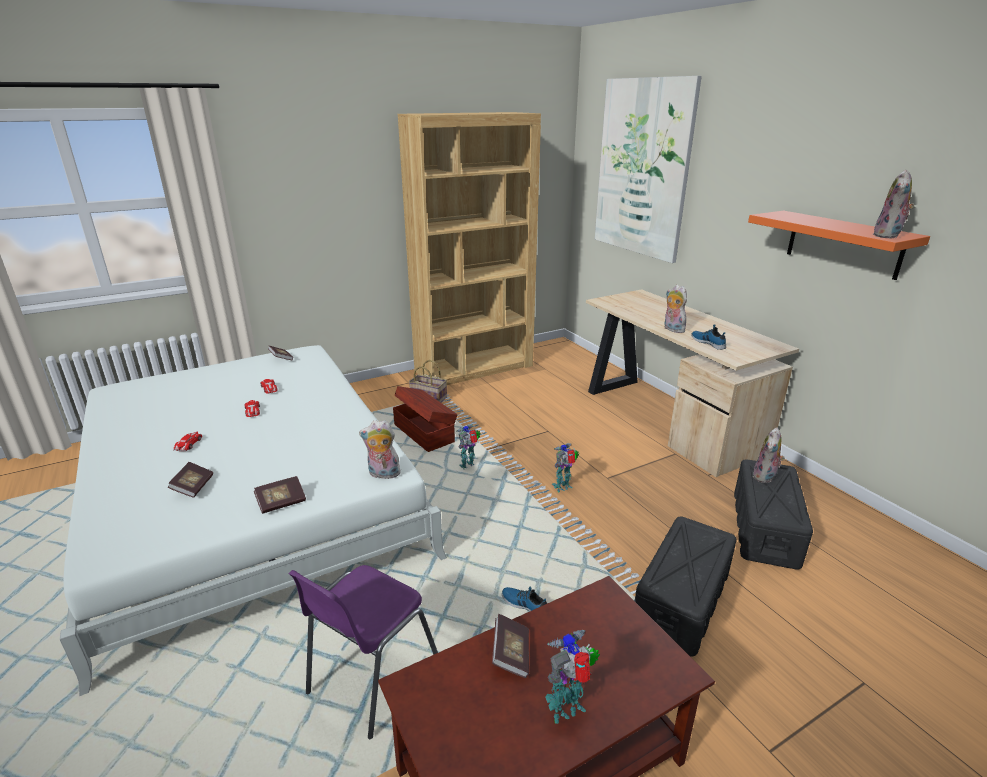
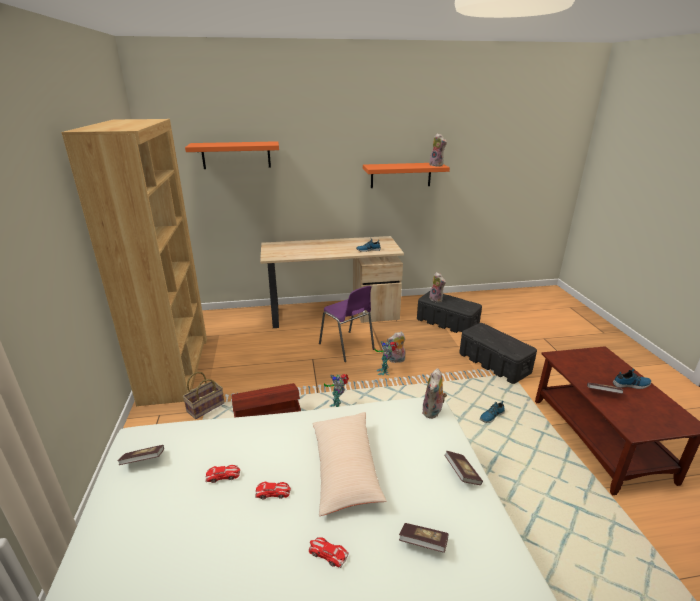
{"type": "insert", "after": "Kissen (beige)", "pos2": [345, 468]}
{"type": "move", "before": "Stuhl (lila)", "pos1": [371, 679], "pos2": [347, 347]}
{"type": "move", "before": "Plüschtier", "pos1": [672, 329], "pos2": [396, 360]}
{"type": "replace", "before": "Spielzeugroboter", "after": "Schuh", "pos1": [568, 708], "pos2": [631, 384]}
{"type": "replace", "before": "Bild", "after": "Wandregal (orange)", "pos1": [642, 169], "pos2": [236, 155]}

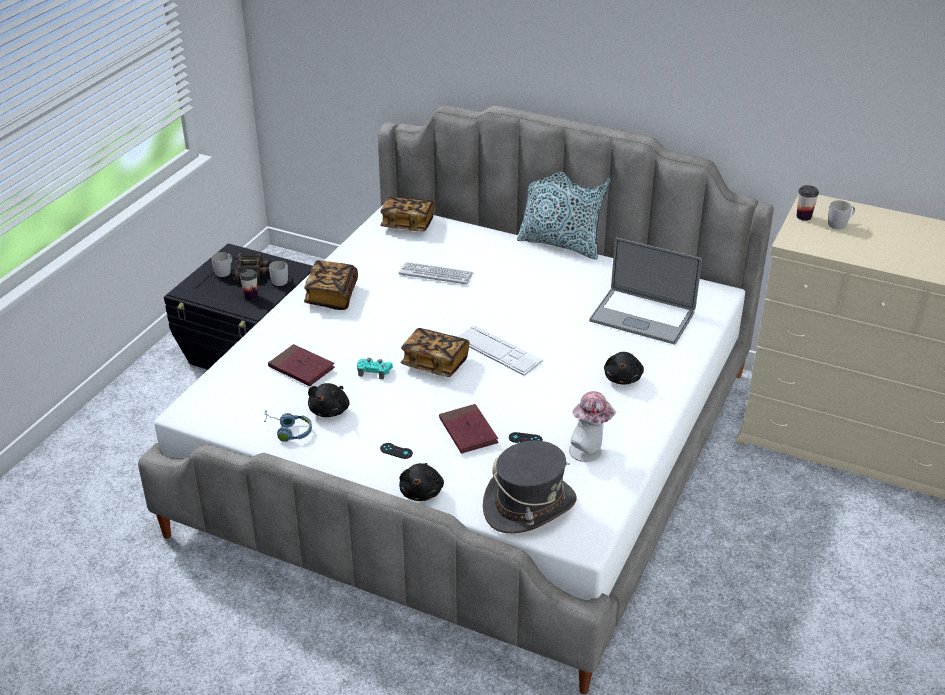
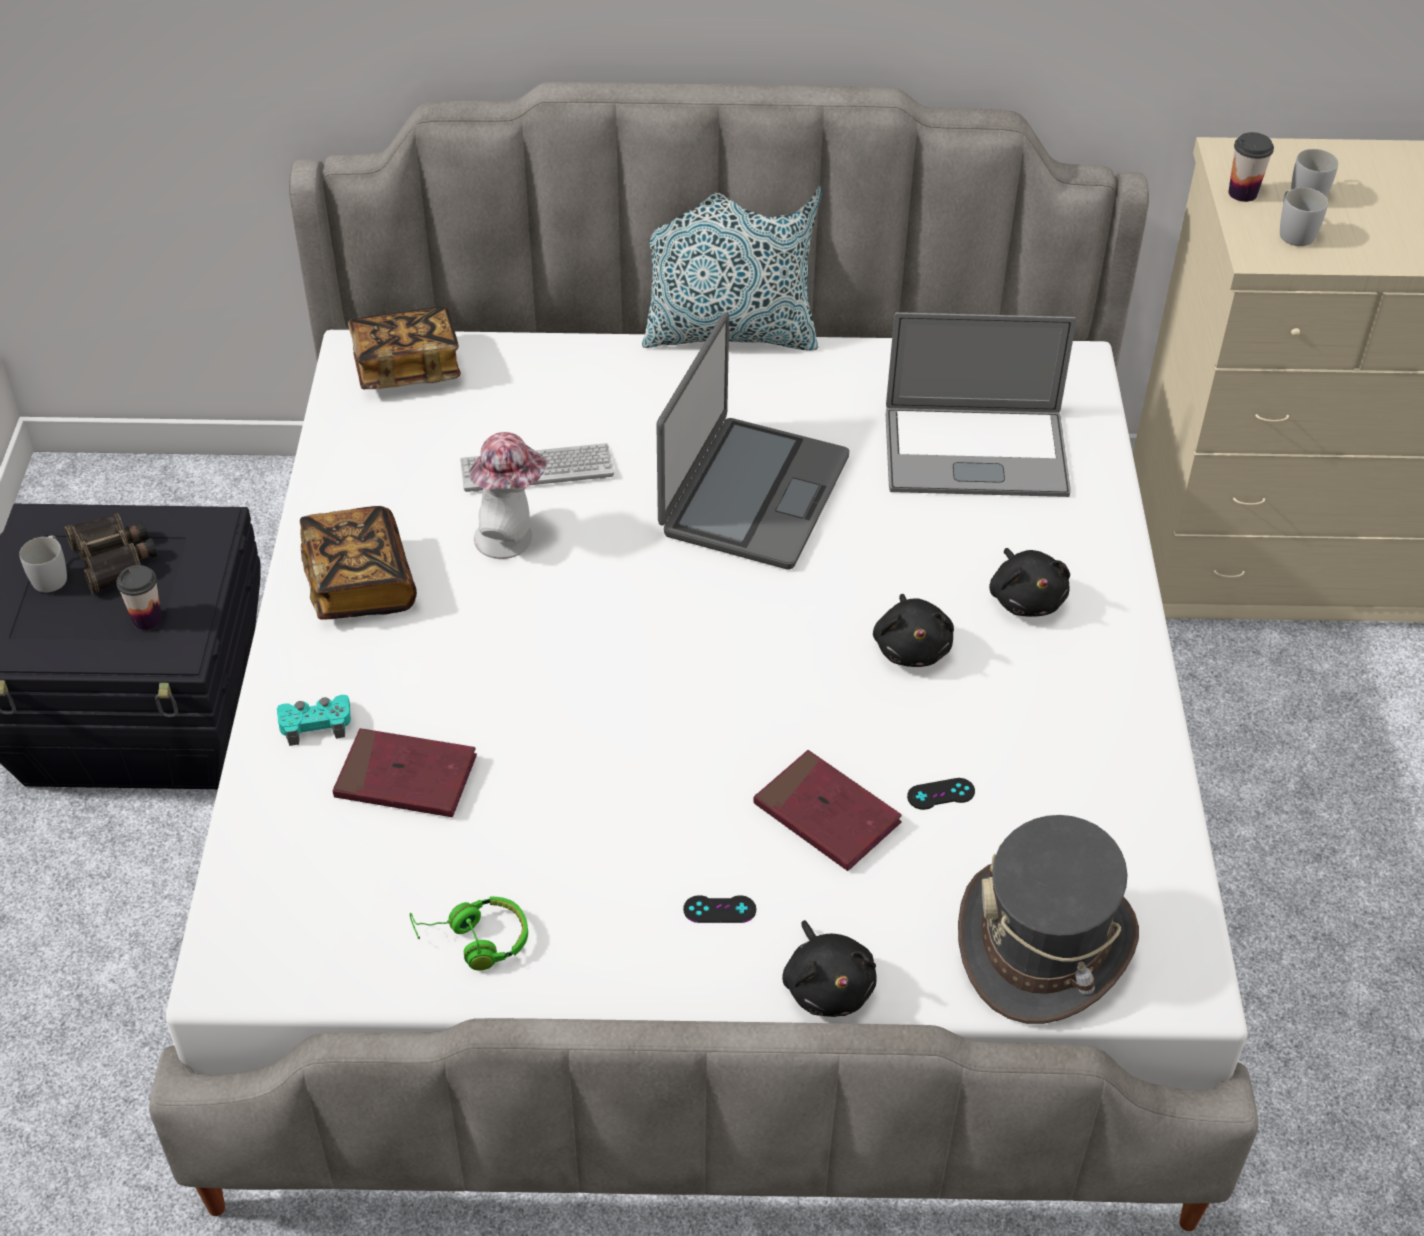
{"type": "delete", "before": "Buch", "pos1": [435, 363]}
{"type": "delete", "before": "Tastatur", "pos1": [498, 351]}
{"type": "insert", "after": "Laptop", "pos2": [752, 494]}
{"type": "move", "before": "Henkelbecher (weiß)", "pos1": [281, 280], "pos2": [1293, 231]}
{"type": "move", "before": "Plüschtier (schwarz)", "pos1": [330, 410], "pos2": [912, 647]}
{"type": "move", "before": "Gamepad (türkis)", "pos1": [374, 371], "pos2": [316, 724]}
{"type": "move", "before": "Hut", "pos1": [589, 452], "pos2": [511, 538]}
{"type": "recolor", "before": "Kopfhörer (blau)", "after": "Kopfhörer (grün)", "pos1": [288, 431], "pos2": [474, 940]}

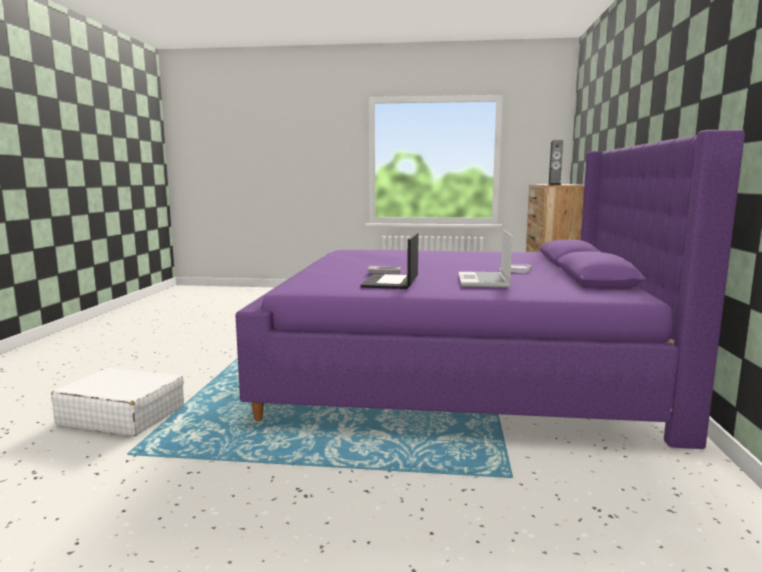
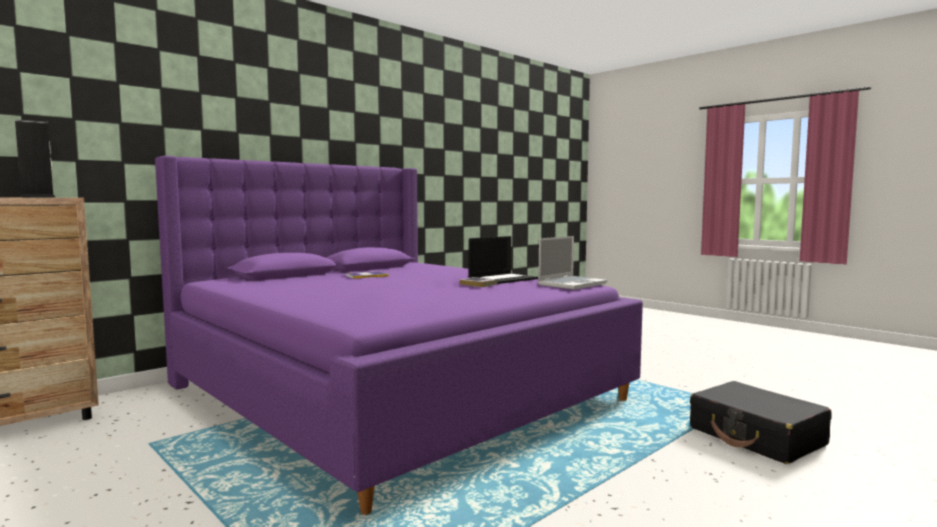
{"type": "move", "before": "Laptop", "pos1": [484, 281], "pos2": [572, 284]}
{"type": "recolor", "before": "Koffer (weiß)", "after": "Koffer (schwarz)", "pos1": [122, 415], "pos2": [757, 437]}

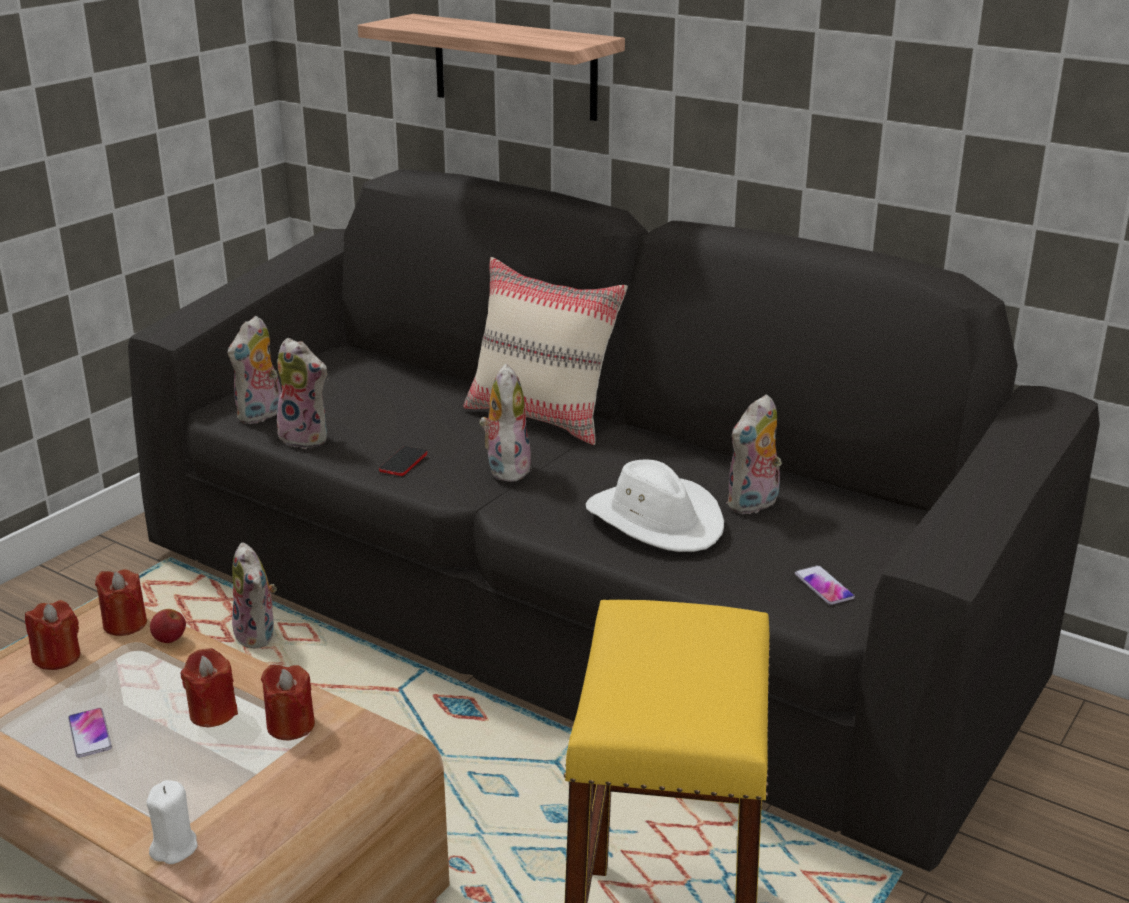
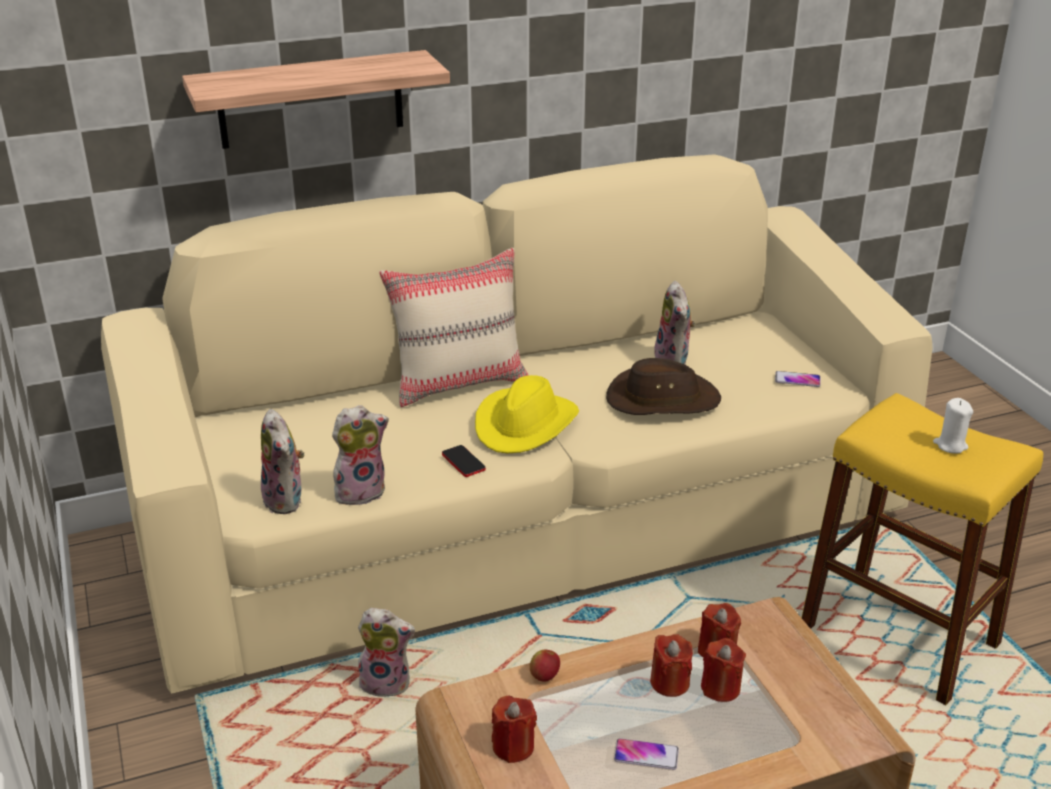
{"type": "move", "before": "Kerze (rot)", "pos1": [125, 624], "pos2": [720, 688]}
{"type": "move", "before": "Kerze (weiß)", "pos1": [174, 847], "pos2": [950, 445]}
{"type": "replace", "before": "Plüschtier", "after": "Hut (gelb)", "pos1": [505, 468], "pos2": [525, 424]}
{"type": "recolor", "before": "Sofa (schwarz)", "after": "Sofa (beige)", "pos1": [568, 615], "pos2": [526, 522]}
{"type": "recolor", "before": "Hut (weiß)", "after": "Hut (braun)", "pos1": [656, 520], "pos2": [662, 399]}

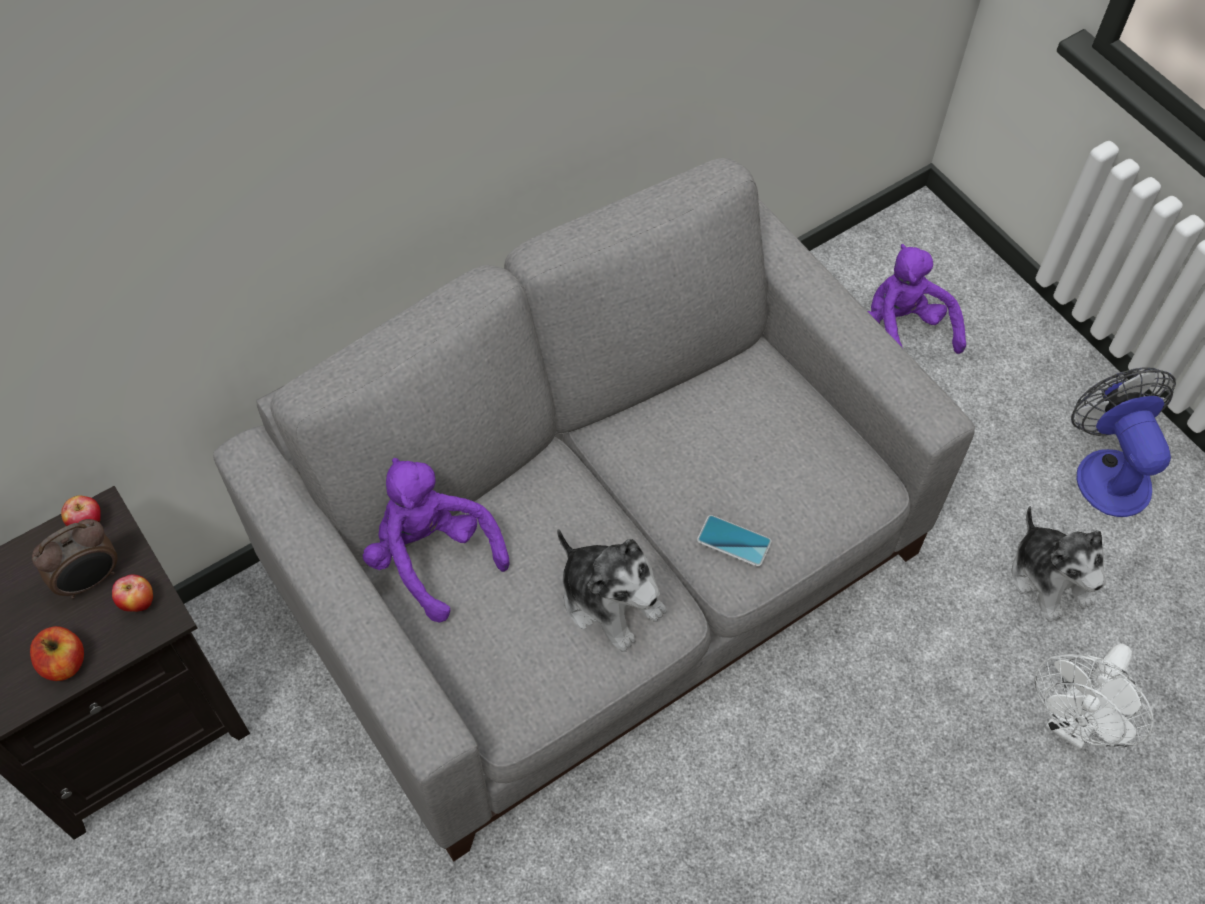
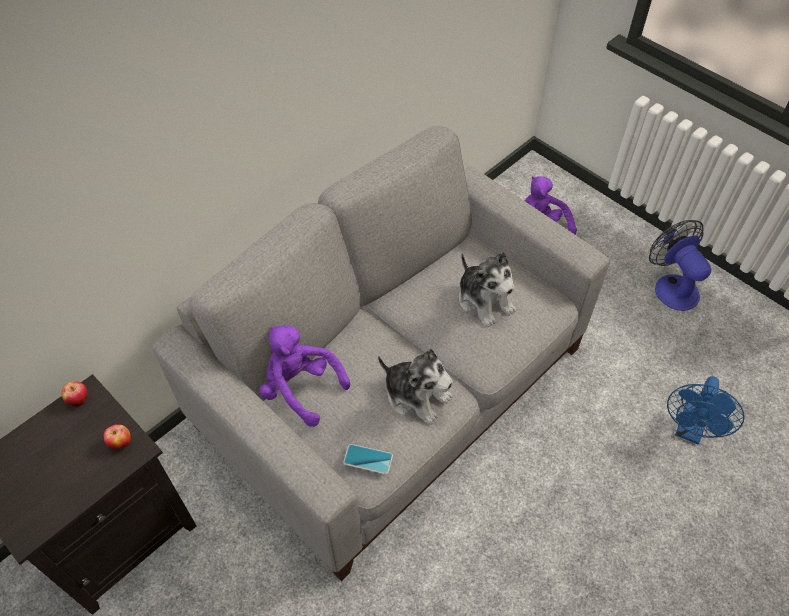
{"type": "delete", "before": "Apfel", "pos1": [64, 662]}
{"type": "delete", "before": "Wecker", "pos1": [91, 580]}
{"type": "move", "before": "Handy", "pos1": [734, 541], "pos2": [368, 459]}
{"type": "move", "before": "Plüschtier", "pos1": [1049, 578], "pos2": [484, 300]}
{"type": "recolor", "before": "Ventilator (weiß)", "after": "Ventilator (blau)", "pos1": [1072, 724], "pos2": [690, 430]}

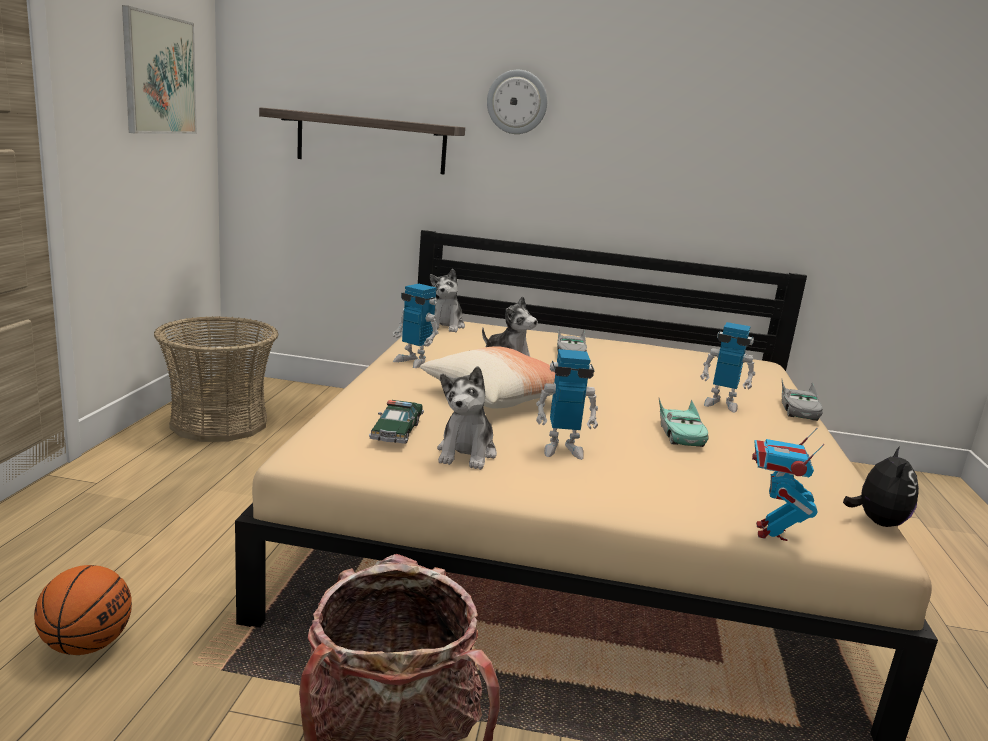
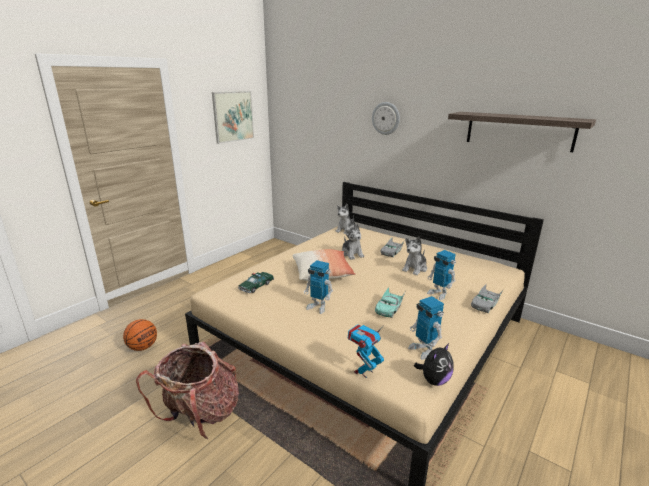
{"type": "delete", "before": "Korb", "pos1": [219, 423]}
{"type": "move", "before": "Wandregal", "pos1": [371, 142], "pos2": [519, 131]}
{"type": "move", "before": "Spielzeugroboter", "pos1": [413, 361], "pos2": [423, 350]}
{"type": "move", "before": "Plüschtier", "pos1": [466, 453], "pos2": [415, 268]}

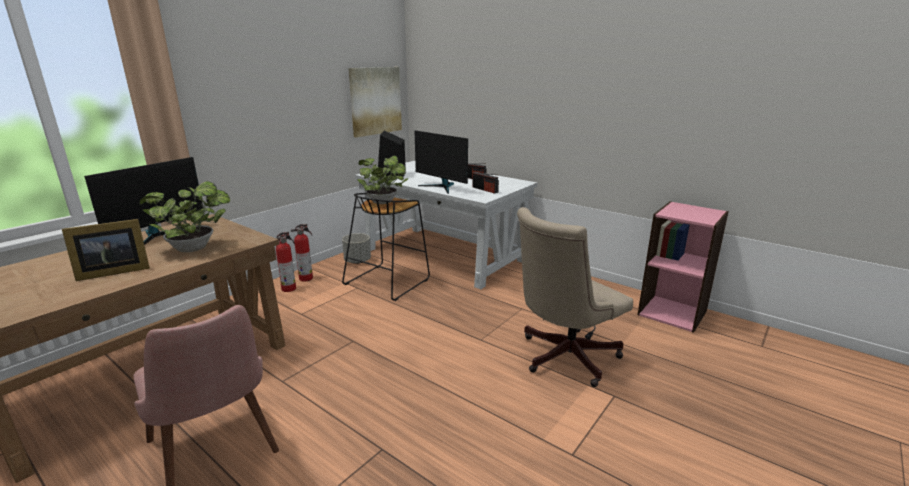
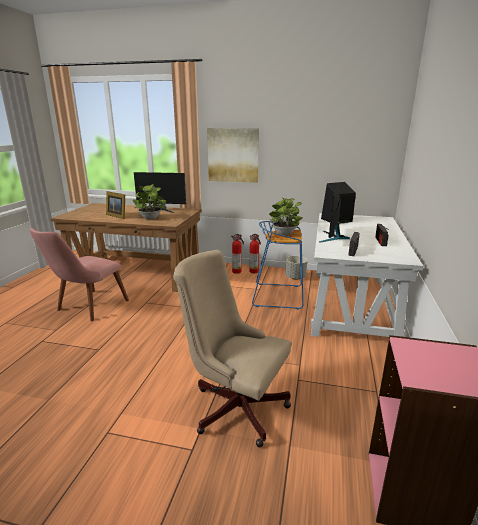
{"type": "move", "before": "Bild", "pos1": [375, 101], "pos2": [233, 155]}
{"type": "recolor", "before": "Hocker (schwarz)", "after": "Hocker (blau)", "pos1": [387, 281], "pos2": [279, 295]}

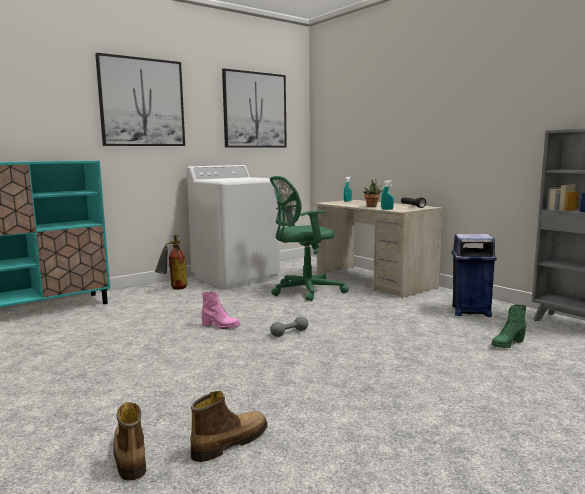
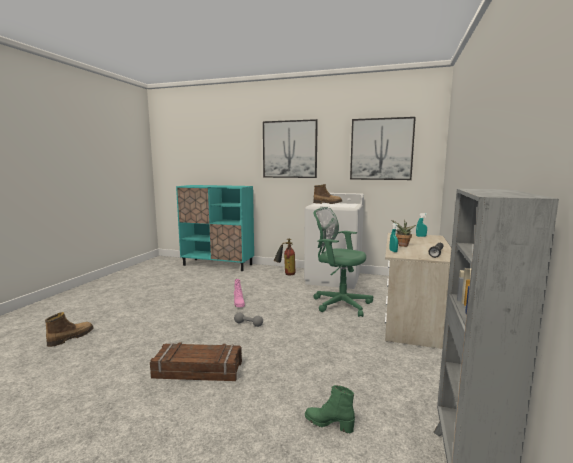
{"type": "delete", "before": "Mülleimer (blau)", "pos1": [470, 311]}
{"type": "insert", "after": "Kiste", "pos2": [198, 370]}
{"type": "move", "before": "Stiefel", "pos1": [229, 443], "pos2": [327, 203]}

